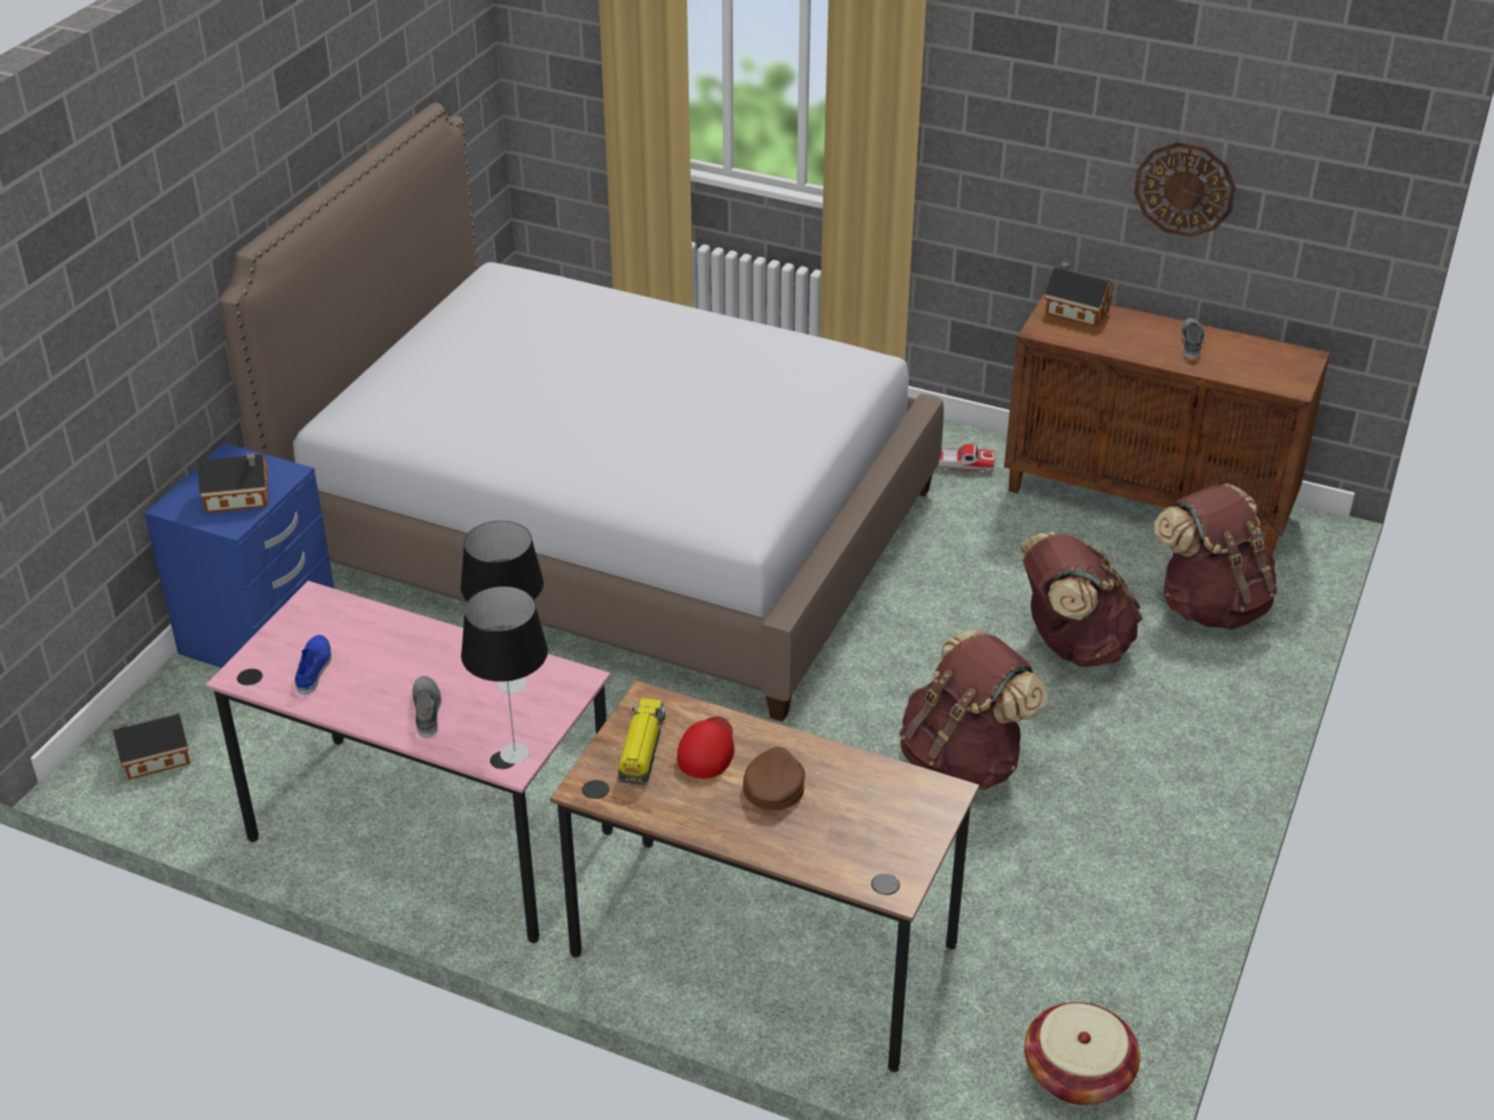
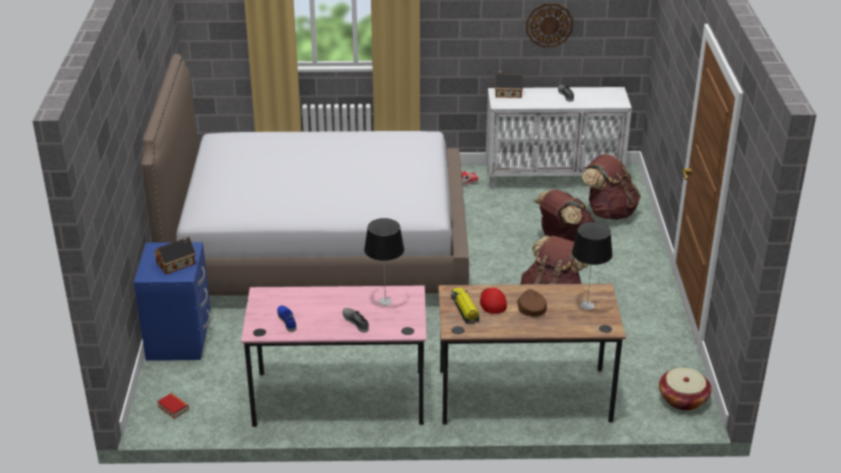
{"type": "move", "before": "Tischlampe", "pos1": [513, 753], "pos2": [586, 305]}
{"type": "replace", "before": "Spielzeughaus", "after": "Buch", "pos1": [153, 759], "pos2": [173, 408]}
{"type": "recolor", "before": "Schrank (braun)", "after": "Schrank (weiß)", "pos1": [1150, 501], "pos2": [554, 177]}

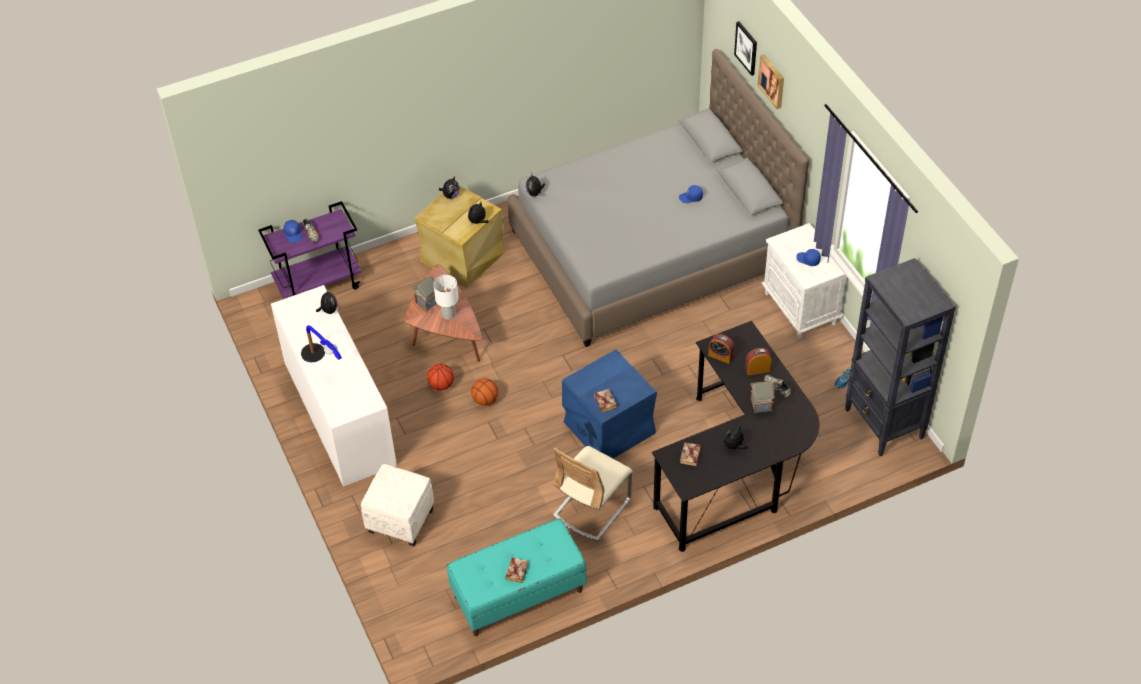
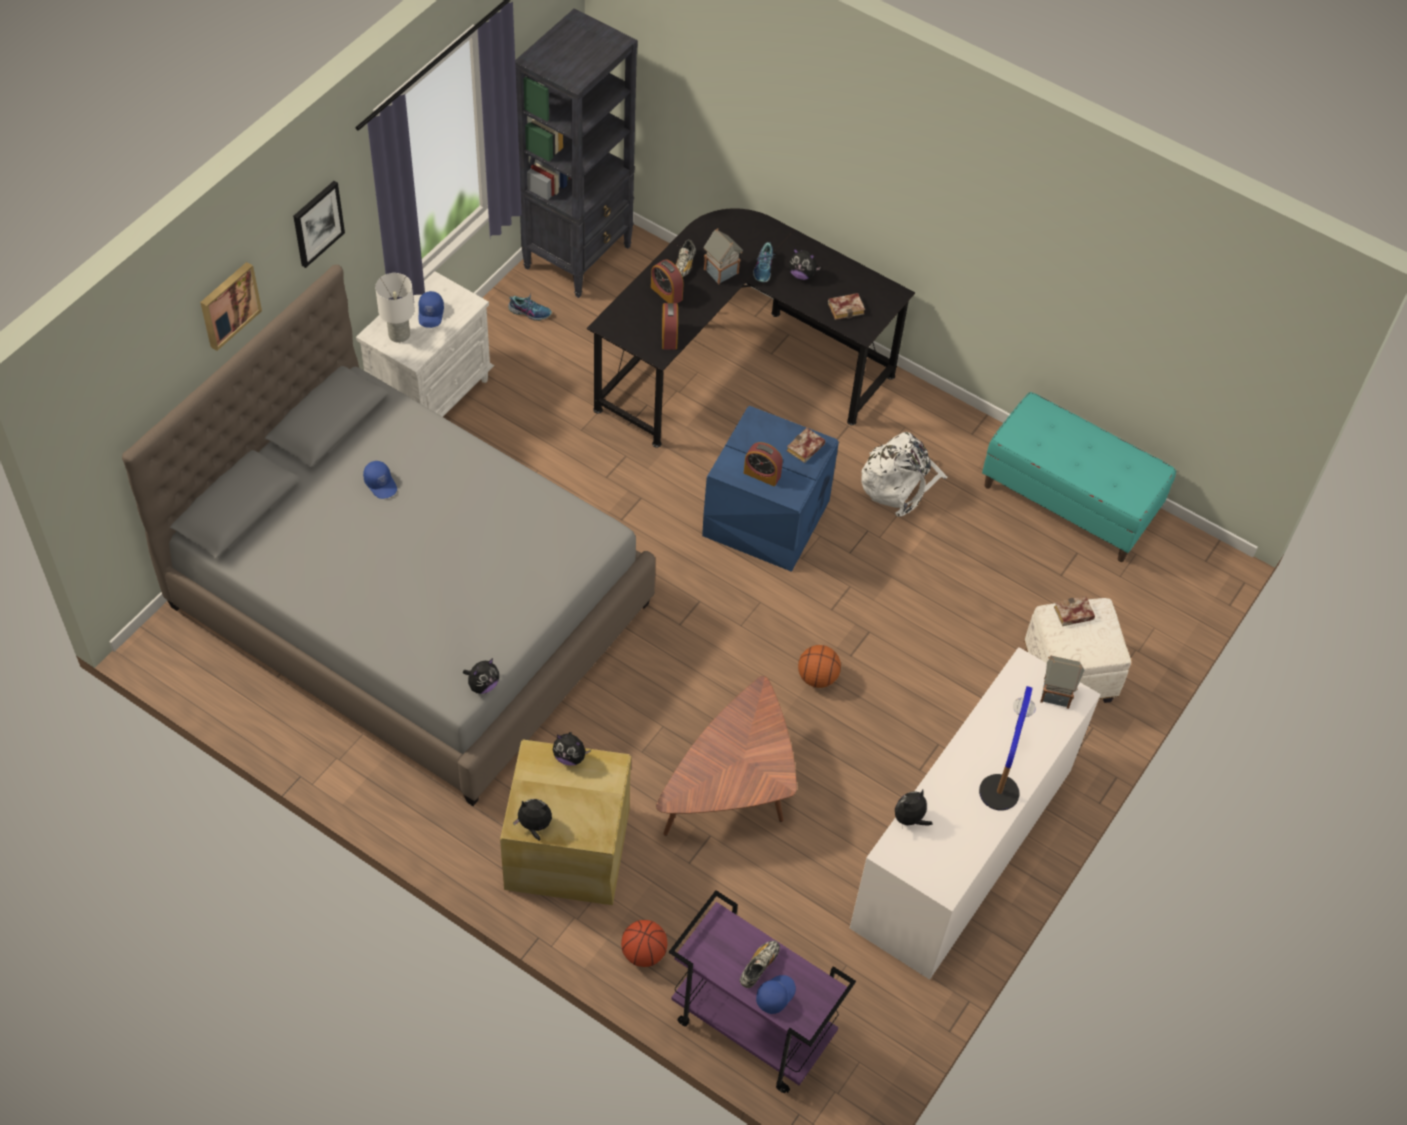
{"type": "insert", "after": "Wecker", "pos2": [762, 474]}
{"type": "insert", "after": "Schuh", "pos2": [764, 268]}
{"type": "move", "before": "Spielzeughaus", "pos1": [427, 302], "pos2": [1055, 693]}
{"type": "move", "before": "Basketball", "pos1": [441, 385], "pos2": [644, 953]}
{"type": "move", "before": "Tischlampe (weiß)", "pos1": [449, 314], "pos2": [399, 334]}
{"type": "move", "before": "Buch", "pos1": [516, 570], "pos2": [1072, 615]}
{"type": "move", "before": "Bild", "pos1": [746, 48], "pos2": [317, 223]}
{"type": "replace", "before": "Stuhl (beige)", "after": "Rucksack (weiß)", "pos1": [591, 508], "pos2": [899, 483]}

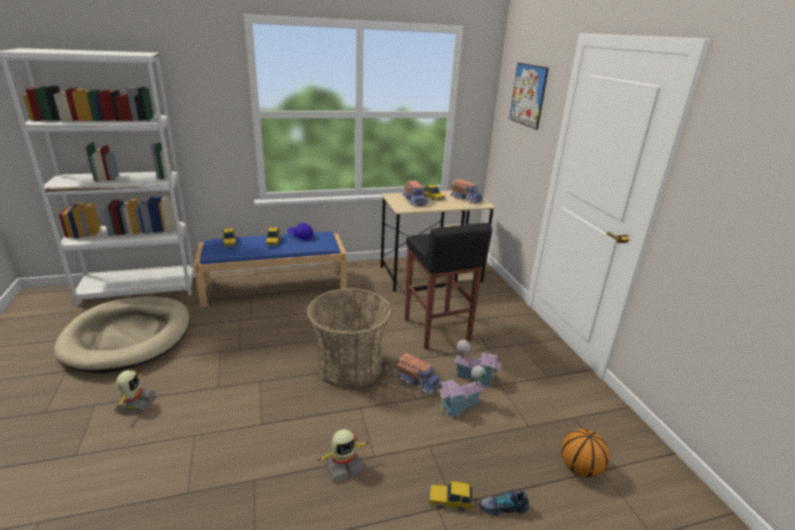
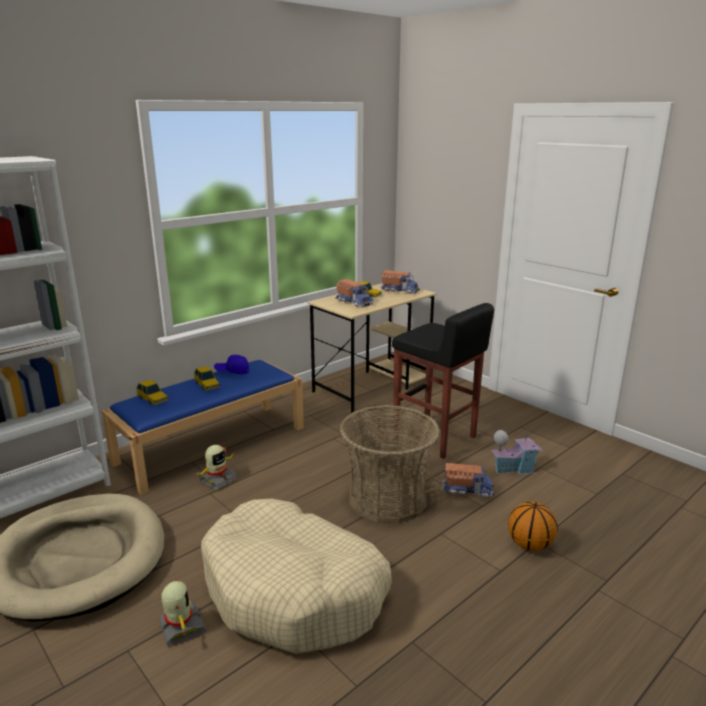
{"type": "delete", "before": "Spielzeugauto", "pos1": [450, 500]}
{"type": "delete", "before": "Spielzeughaus", "pos1": [459, 406]}
{"type": "delete", "before": "Schuh", "pos1": [503, 507]}
{"type": "delete", "before": "Bild", "pos1": [528, 95]}
{"type": "insert", "after": "Hundebett (beige)", "pos2": [294, 590]}
{"type": "move", "before": "Spielzeugroboter", "pos1": [343, 465], "pos2": [218, 480]}
{"type": "move", "before": "Basketball", "pos1": [579, 468], "pos2": [529, 545]}

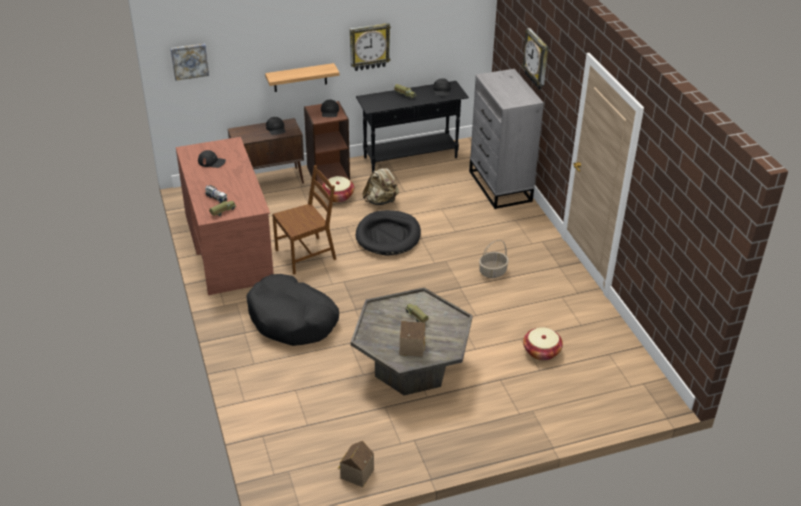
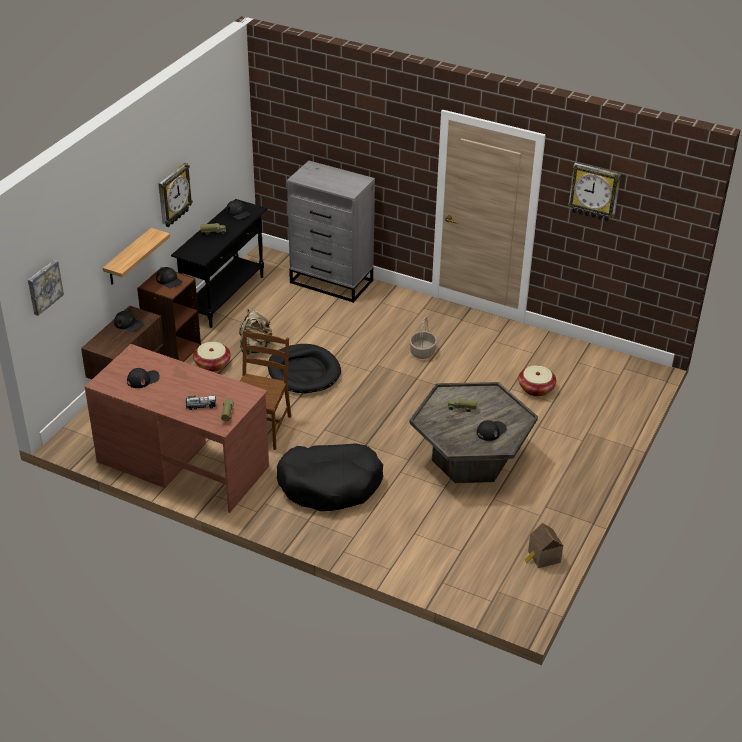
{"type": "move", "before": "Wanduhr", "pos1": [537, 59], "pos2": [594, 191]}
{"type": "replace", "before": "Spielzeughaus", "after": "Kappe (schwarz)", "pos1": [412, 346], "pos2": [491, 431]}

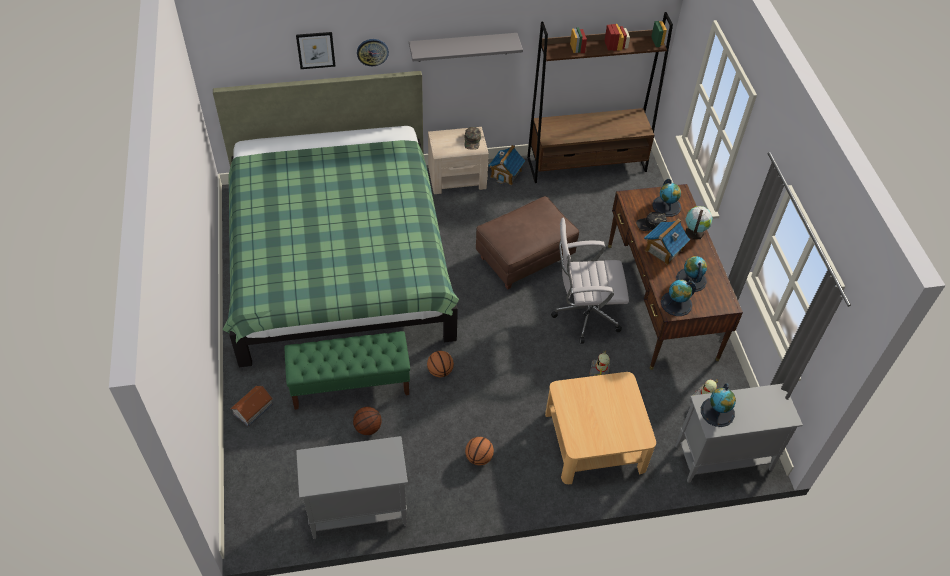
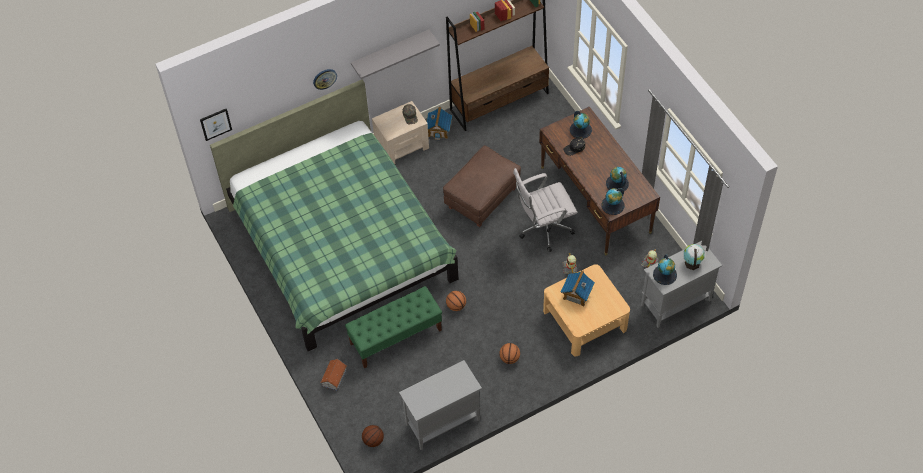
{"type": "move", "before": "Bild", "pos1": [316, 50], "pos2": [215, 124]}
{"type": "move", "before": "Basketball", "pos1": [367, 428], "pos2": [373, 441]}
{"type": "move", "before": "Spielzeughaus", "pos1": [663, 250], "pos2": [576, 294]}
{"type": "move", "before": "Globus", "pos1": [694, 231], "pos2": [692, 262]}

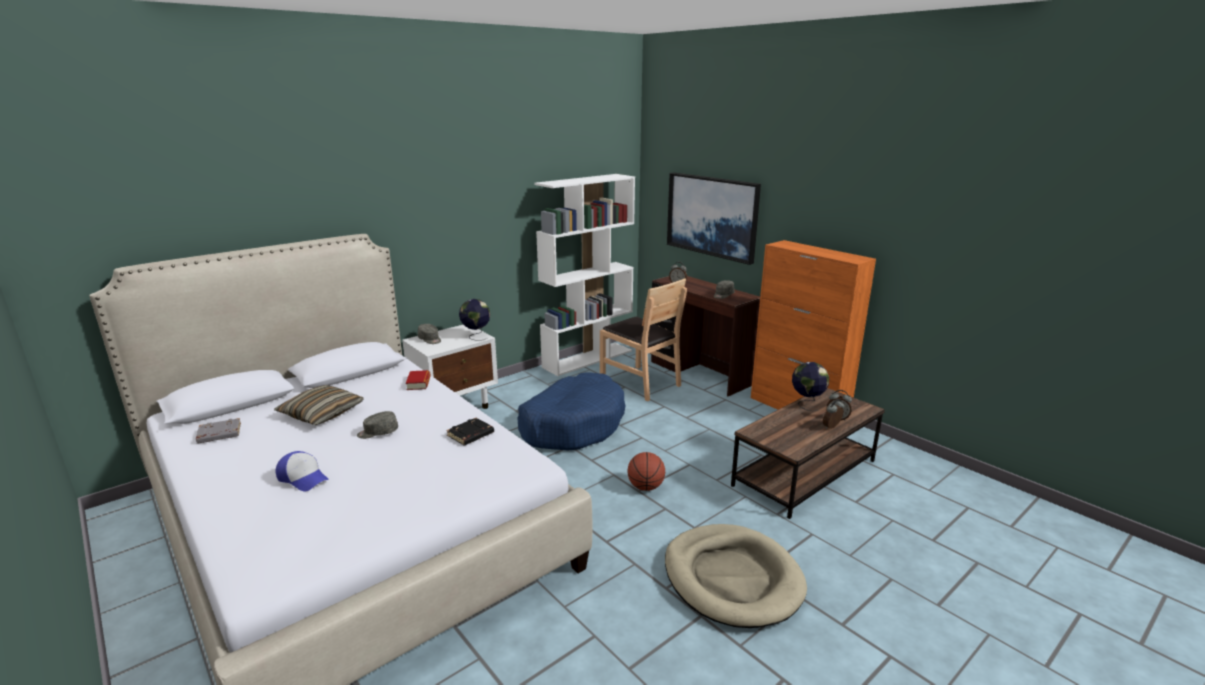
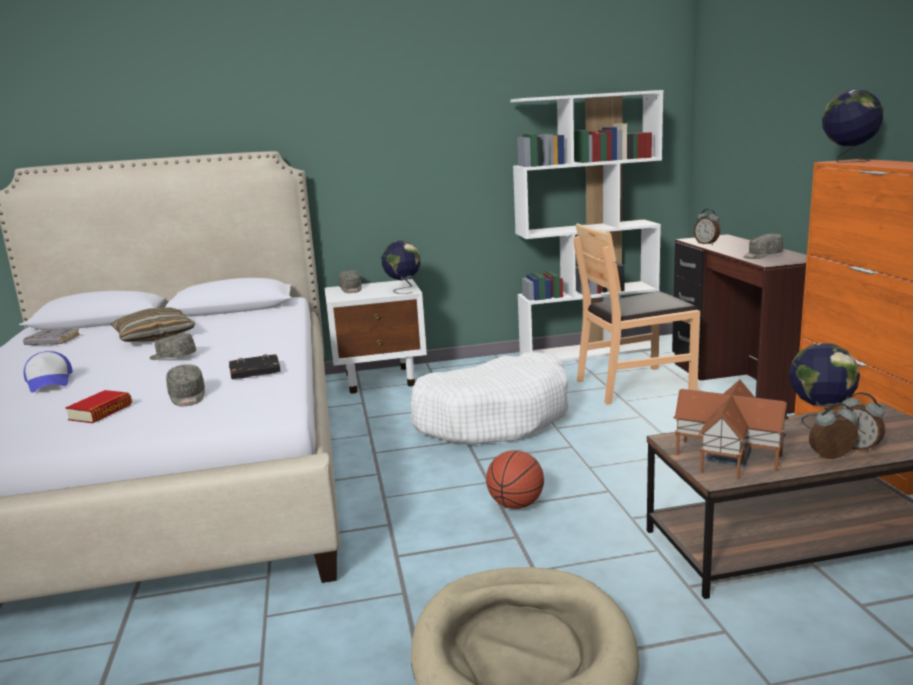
{"type": "delete", "before": "Bild", "pos1": [712, 216]}
{"type": "insert", "after": "Kappe (grau)", "pos2": [187, 397]}
{"type": "insert", "after": "Spielzeughaus", "pos2": [730, 455]}
{"type": "insert", "after": "Globus", "pos2": [848, 161]}
{"type": "move", "before": "Buch", "pos1": [418, 383], "pos2": [101, 412]}
{"type": "recolor", "before": "Hundebett (blau)", "after": "Hundebett (weiß)", "pos1": [572, 425], "pos2": [494, 418]}
{"type": "rotate", "before": "Stuhl (braun)", "pos1": [640, 383], "pos2": [634, 385], "turn": 90}

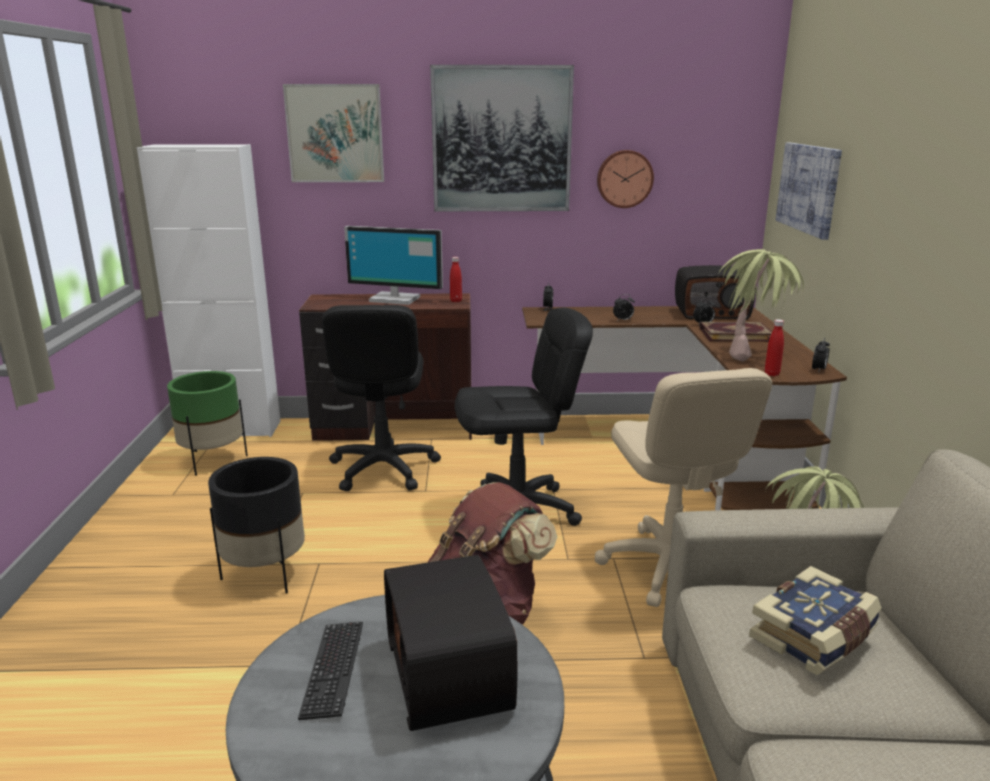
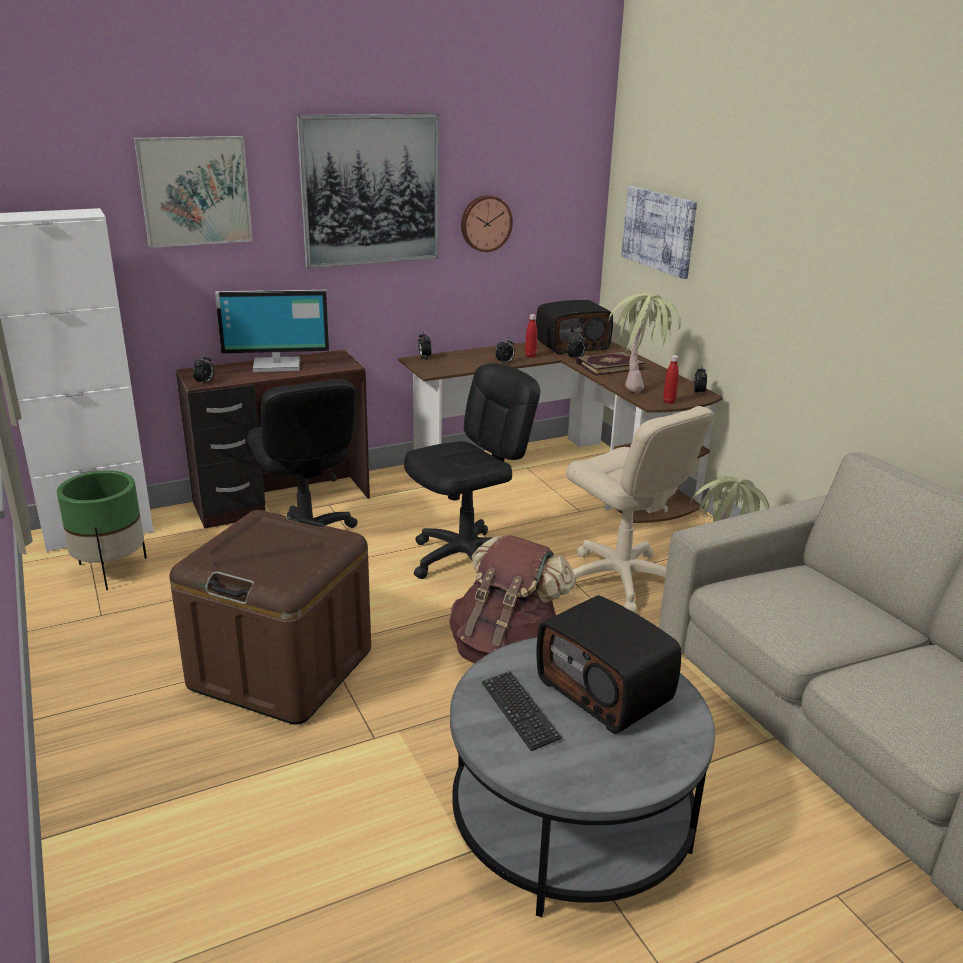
{"type": "delete", "before": "Buch", "pos1": [815, 637]}
{"type": "insert", "after": "Wecker", "pos2": [205, 382]}
{"type": "move", "before": "Flasche (rot)", "pos1": [456, 301], "pos2": [530, 356]}
{"type": "replace", "before": "Pflanzkübel (schwarz)", "after": "Aufbewahrungsbox (braun)", "pos1": [266, 574], "pos2": [281, 668]}

